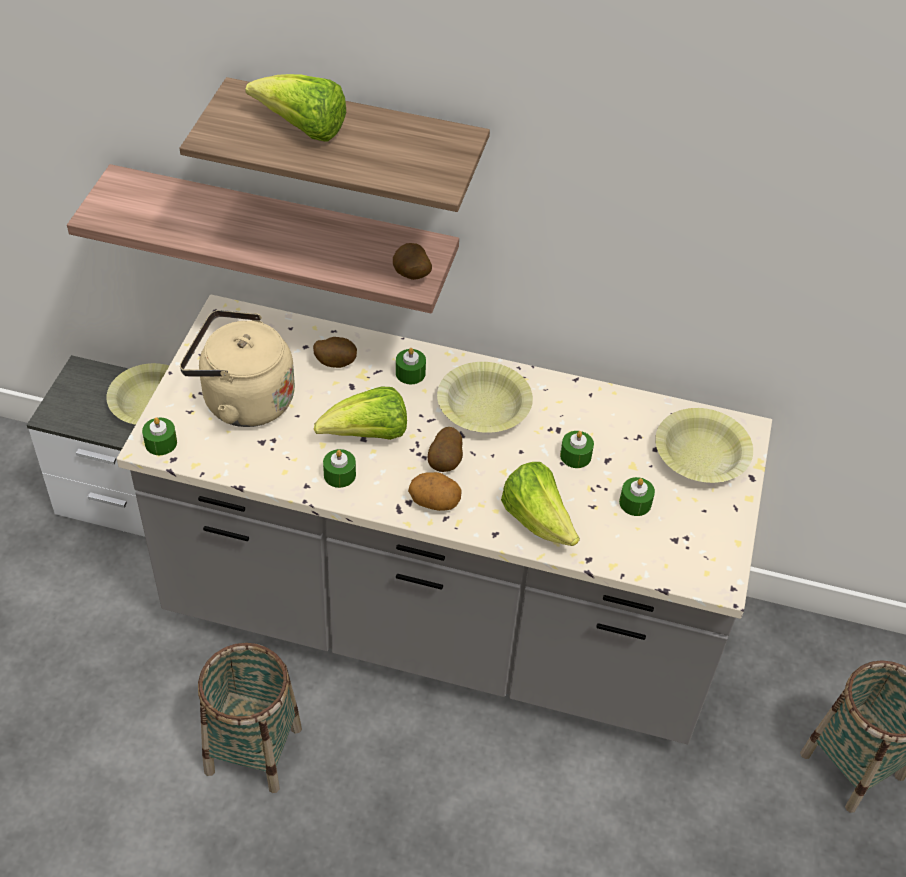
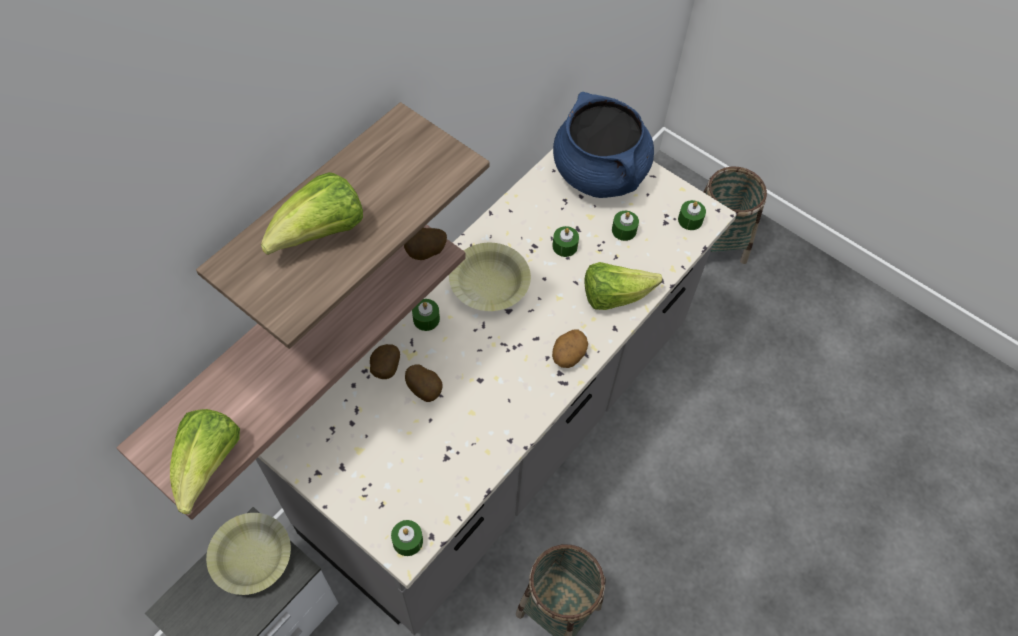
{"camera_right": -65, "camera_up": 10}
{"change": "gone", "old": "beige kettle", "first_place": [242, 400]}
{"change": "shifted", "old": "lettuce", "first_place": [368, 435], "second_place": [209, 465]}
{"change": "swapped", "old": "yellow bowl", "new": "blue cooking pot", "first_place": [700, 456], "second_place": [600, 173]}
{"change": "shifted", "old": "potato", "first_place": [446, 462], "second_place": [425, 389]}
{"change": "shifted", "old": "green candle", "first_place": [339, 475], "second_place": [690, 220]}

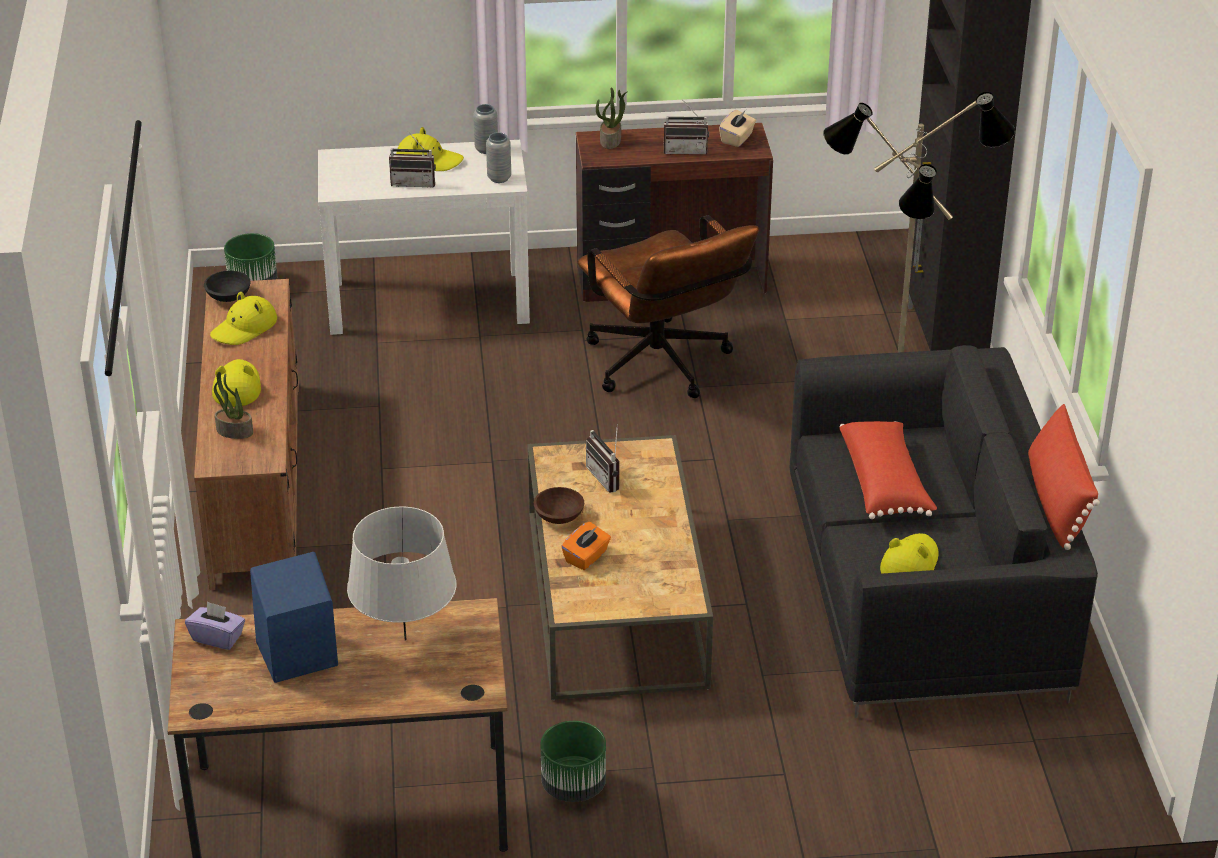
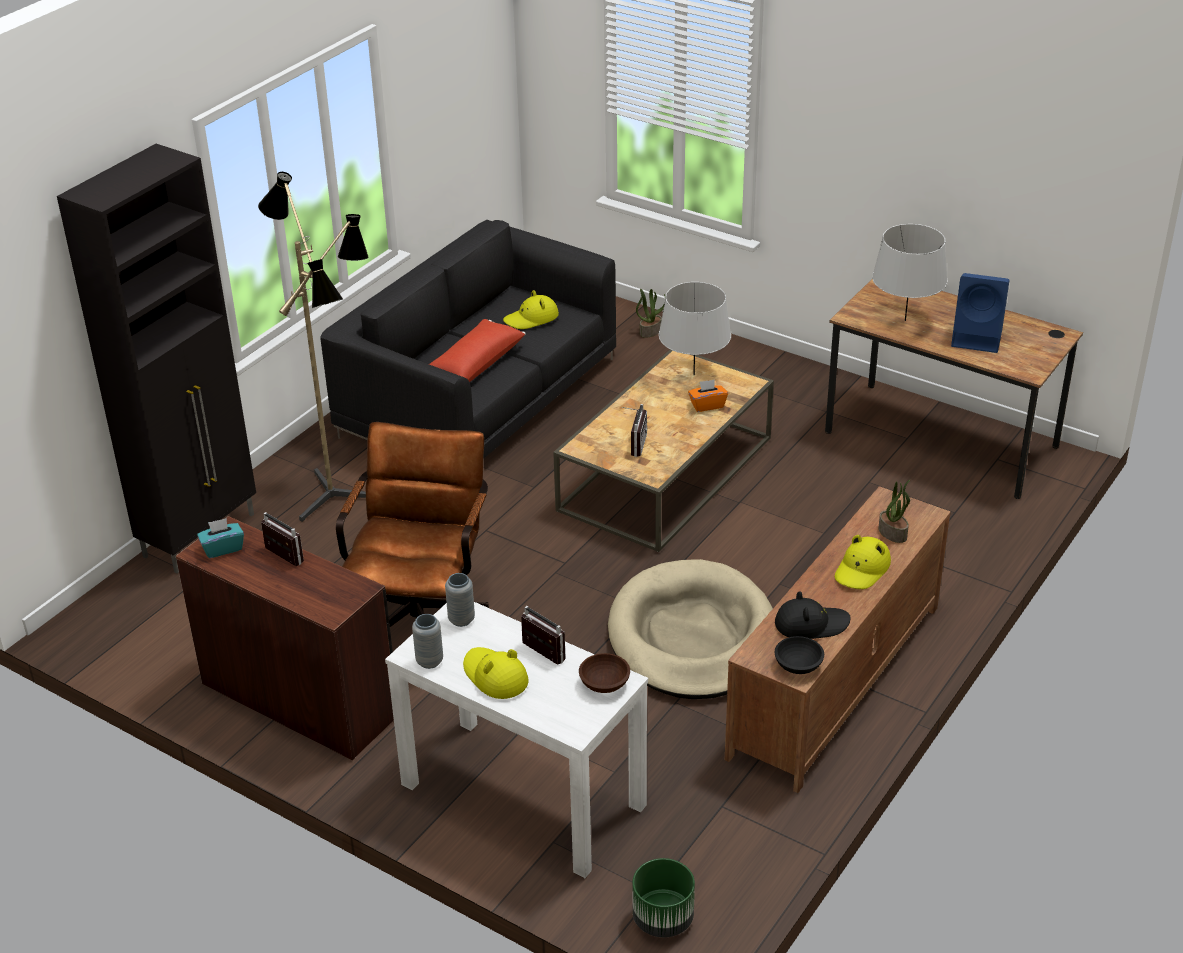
{"camera_right": -140, "camera_up": 0}
{"change": "shifted", "old": "potted plant", "first_place": [611, 141], "second_place": [650, 331]}
{"change": "repainted", "old": "beige tissue box", "new": "turquoise tissue box", "first_place": [737, 138], "second_place": [222, 548]}
{"change": "repainted", "old": "yellow hat", "new": "black hat", "first_place": [244, 328], "second_place": [811, 624]}
{"change": "gone", "old": "red pillow", "first_place": [1057, 501]}
{"change": "shifted", "old": "brown bowl", "first_place": [558, 517], "second_place": [605, 683]}
{"change": "gone", "old": "purple tissue box", "first_place": [217, 637]}
{"change": "gone", "old": "green planter", "first_place": [573, 785]}
{"change": "new", "new": "grey table lamp", "second_place": [693, 375]}
{"change": "new", "new": "beige dog bed", "second_place": [692, 637]}

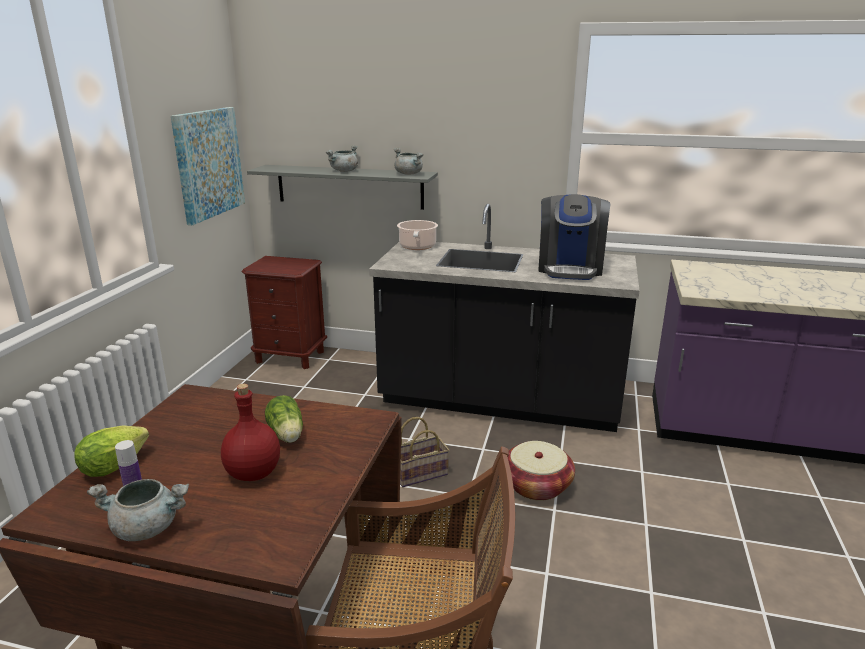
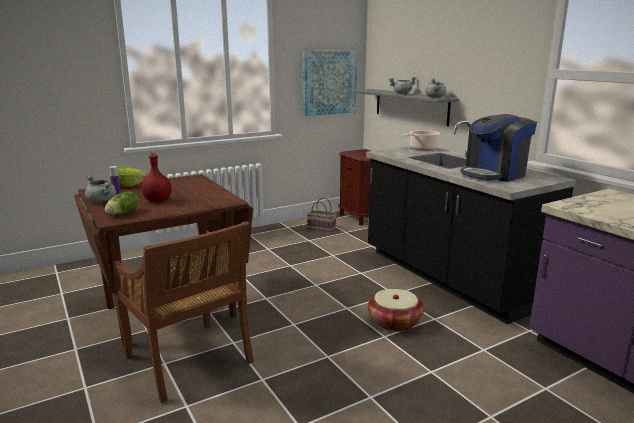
{"camera_right": 45, "camera_up": -5}
{"change": "shifted", "old": "lettuce", "first_place": [287, 435], "second_place": [121, 213]}
{"change": "shifted", "old": "basket", "first_place": [421, 473], "second_place": [322, 228]}

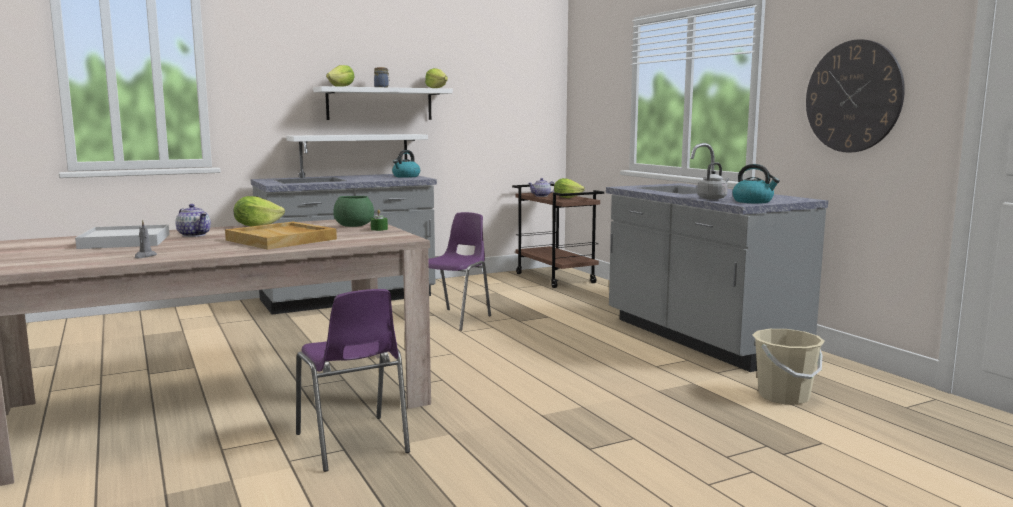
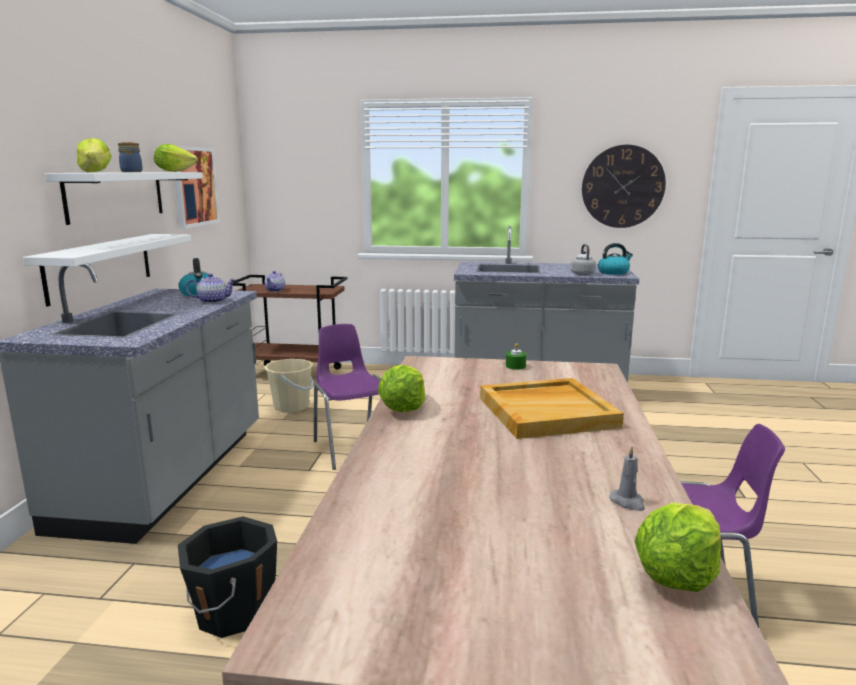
{"camera_right": -55, "camera_up": 5}
{"change": "shifted", "old": "lettuce", "first_place": [567, 197], "second_place": [677, 575]}
{"change": "gone", "old": "green bowl", "first_place": [353, 225]}
{"change": "shifted", "old": "teapot", "first_place": [194, 235], "second_place": [212, 301]}
{"change": "gone", "old": "white tray", "first_place": [125, 241]}
{"change": "shifted", "old": "beige bucket", "first_place": [784, 396], "second_place": [291, 407]}
{"change": "new", "new": "picture", "second_place": [194, 186]}
{"change": "new", "new": "black bucket", "second_place": [232, 611]}

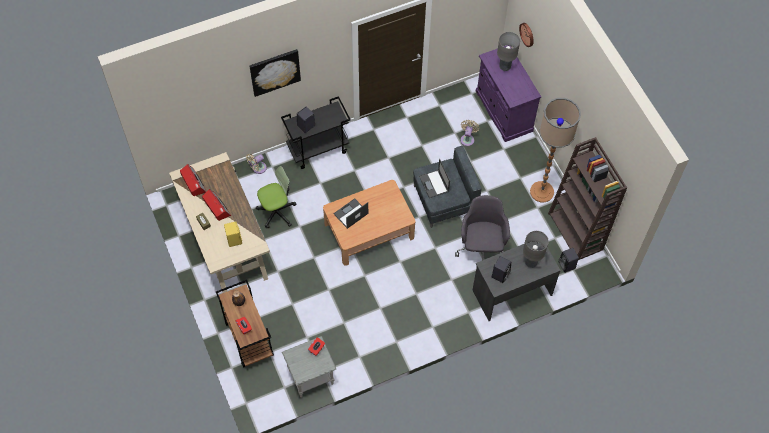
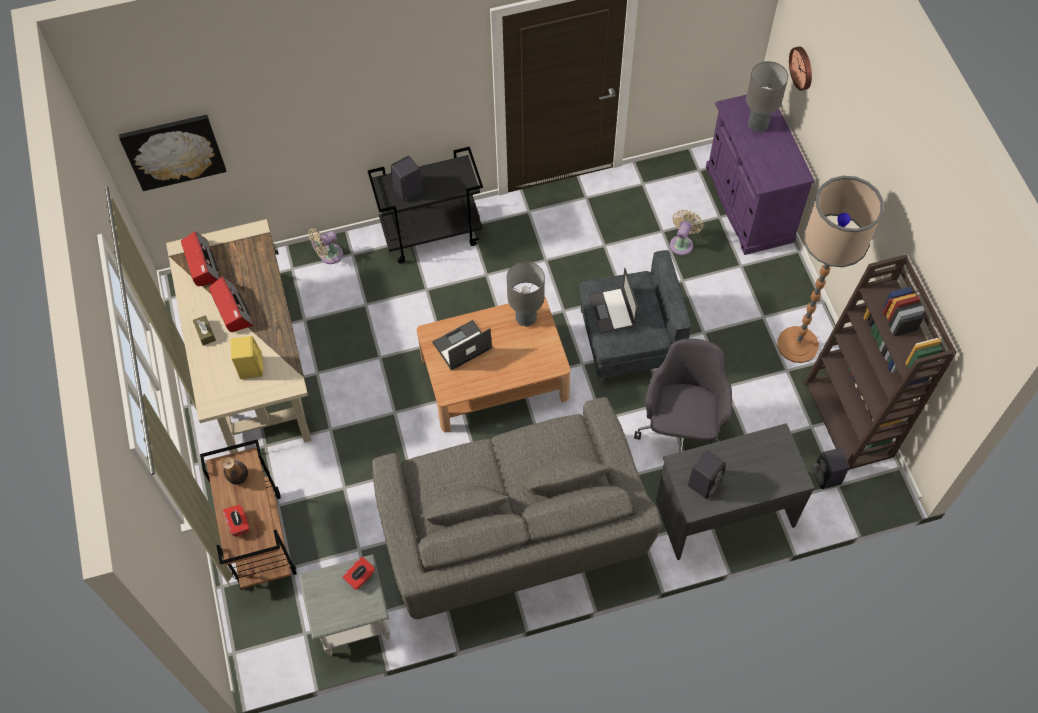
{"camera_right": 10, "camera_up": 0}
{"change": "shifted", "old": "picture", "first_place": [275, 71], "second_place": [173, 151]}
{"change": "gone", "old": "office chair", "first_place": [276, 212]}
{"change": "shifted", "old": "grey table lamp", "first_place": [531, 262], "second_place": [526, 317]}
{"change": "new", "new": "grey sofa", "second_place": [513, 530]}

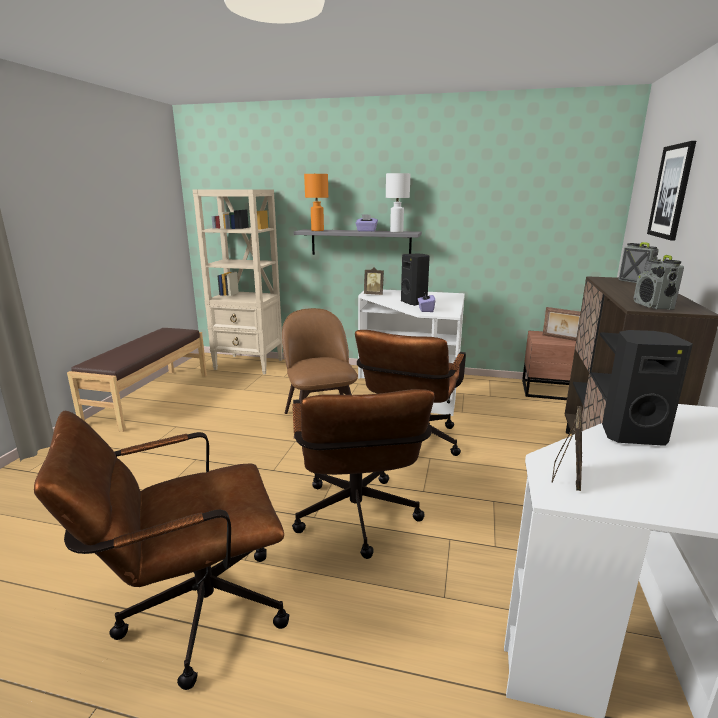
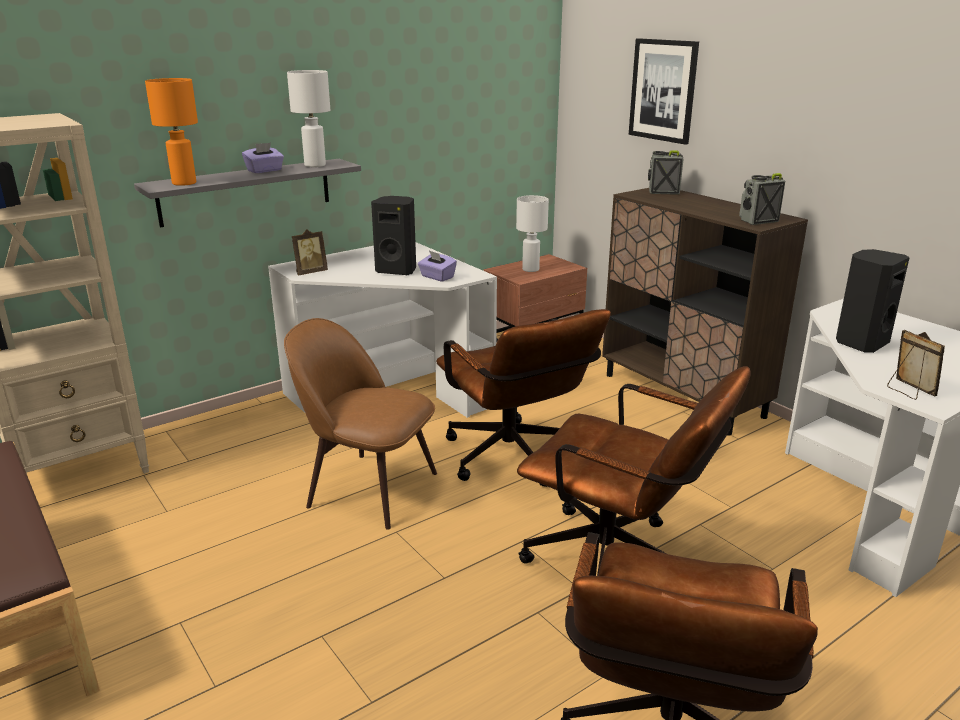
{"camera_right": -50, "camera_up": 5}
{"change": "rotated", "old": "radio", "first_place": [653, 306], "second_place": [757, 221], "degrees": 120}
{"change": "swapped", "old": "picture frame", "new": "white table lamp", "first_place": [561, 338], "second_place": [531, 269]}

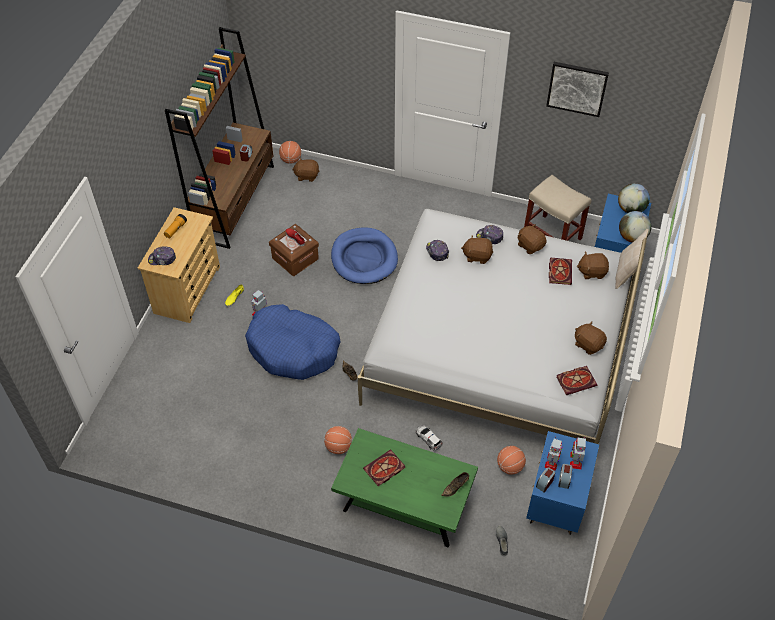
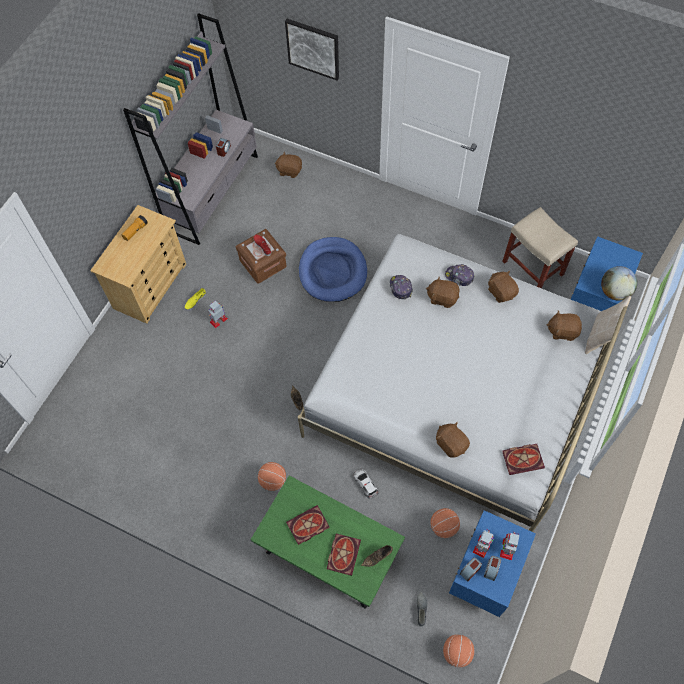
{"camera_right": 10, "camera_up": 10}
{"change": "repainted", "old": "brown bookcase", "new": "grey bookcase", "first_place": [235, 202], "second_place": [212, 192]}
{"change": "shifted", "old": "picture", "first_place": [577, 88], "second_place": [313, 48]}
{"change": "shifted", "old": "basketball", "first_place": [291, 160], "second_place": [457, 652]}
{"change": "gone", "old": "globe", "first_place": [631, 209]}
{"change": "gone", "old": "cap", "first_place": [162, 259]}
{"change": "shifted", "old": "book", "first_place": [559, 271], "second_place": [343, 553]}
{"change": "gone", "old": "blue dog bed", "first_place": [293, 349]}
{"change": "shifted", "old": "brown plush toy", "first_place": [588, 344], "second_place": [451, 444]}

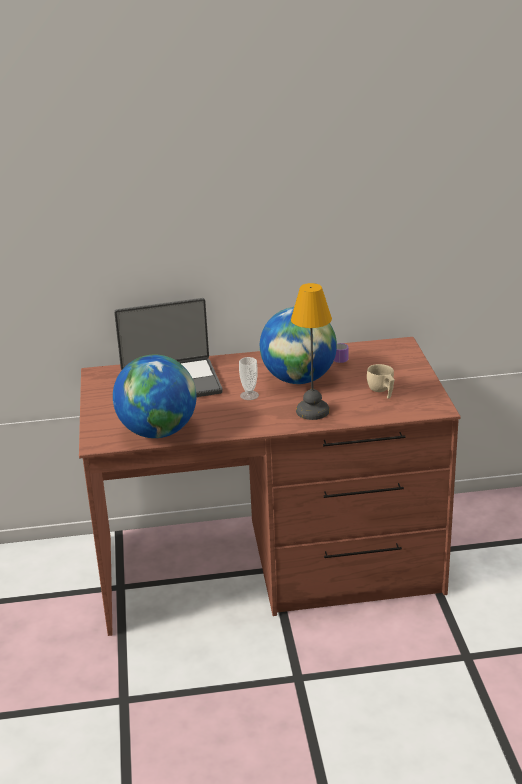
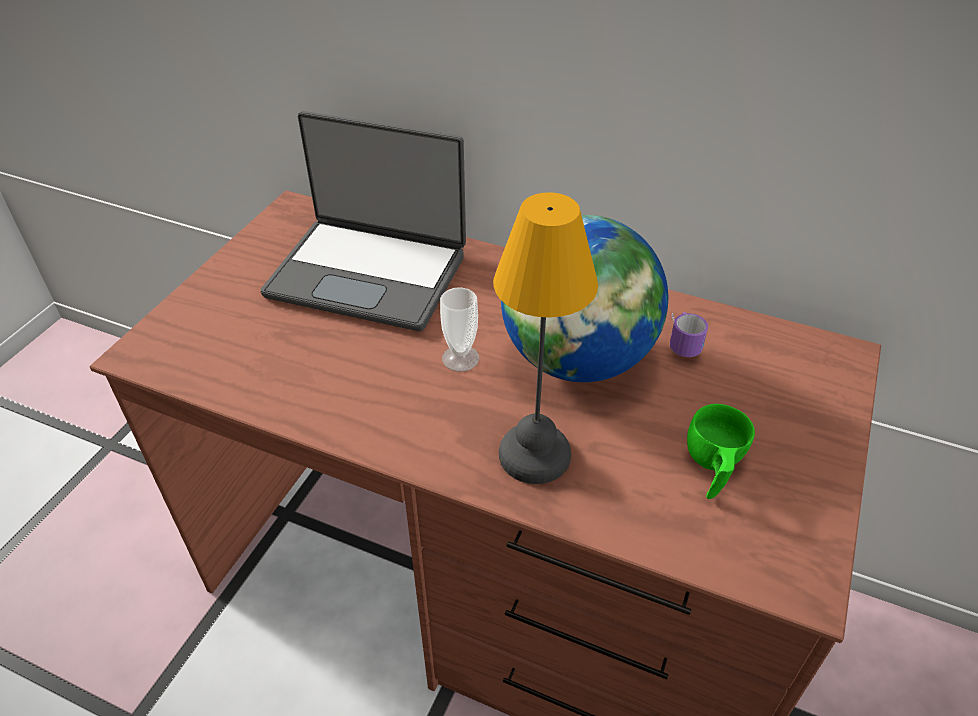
{"camera_right": 30, "camera_up": 15}
{"change": "gone", "old": "globe", "first_place": [158, 432]}
{"change": "repainted", "old": "beige cup", "new": "green cup", "first_place": [381, 391], "second_place": [711, 467]}

